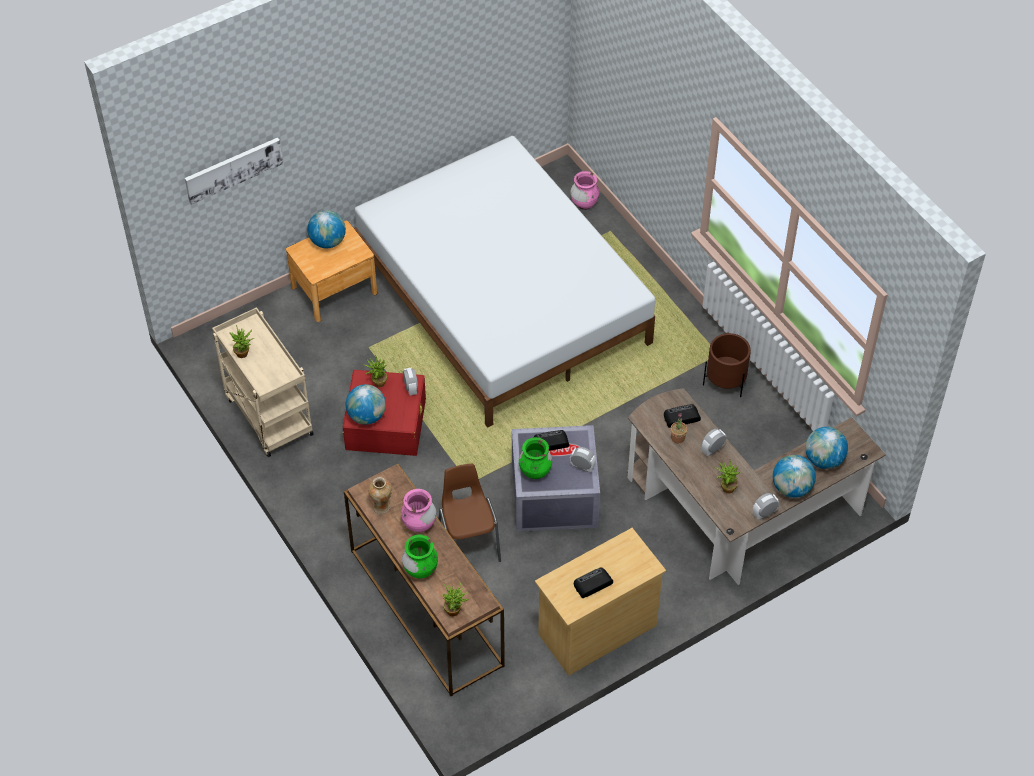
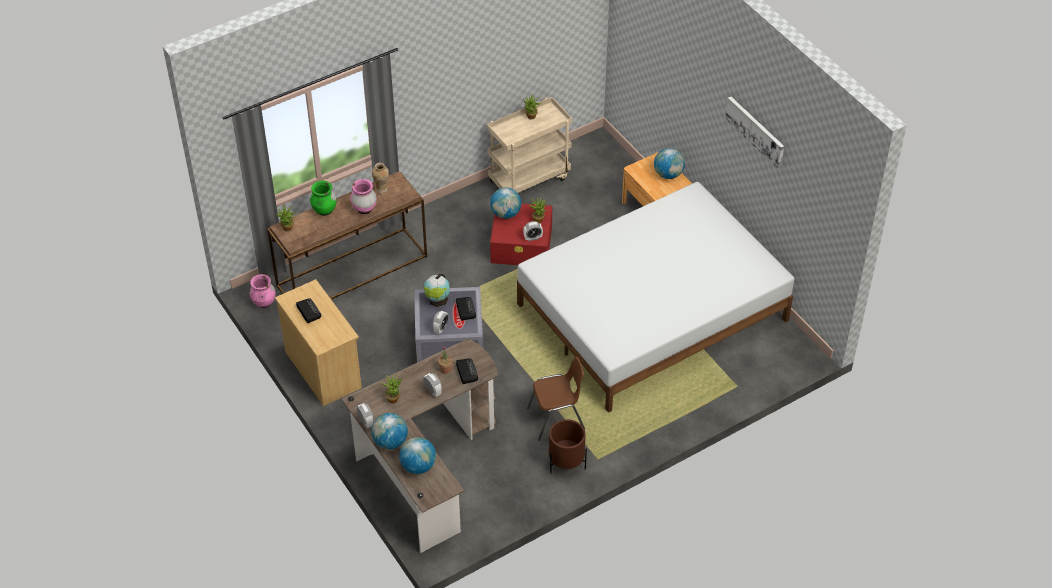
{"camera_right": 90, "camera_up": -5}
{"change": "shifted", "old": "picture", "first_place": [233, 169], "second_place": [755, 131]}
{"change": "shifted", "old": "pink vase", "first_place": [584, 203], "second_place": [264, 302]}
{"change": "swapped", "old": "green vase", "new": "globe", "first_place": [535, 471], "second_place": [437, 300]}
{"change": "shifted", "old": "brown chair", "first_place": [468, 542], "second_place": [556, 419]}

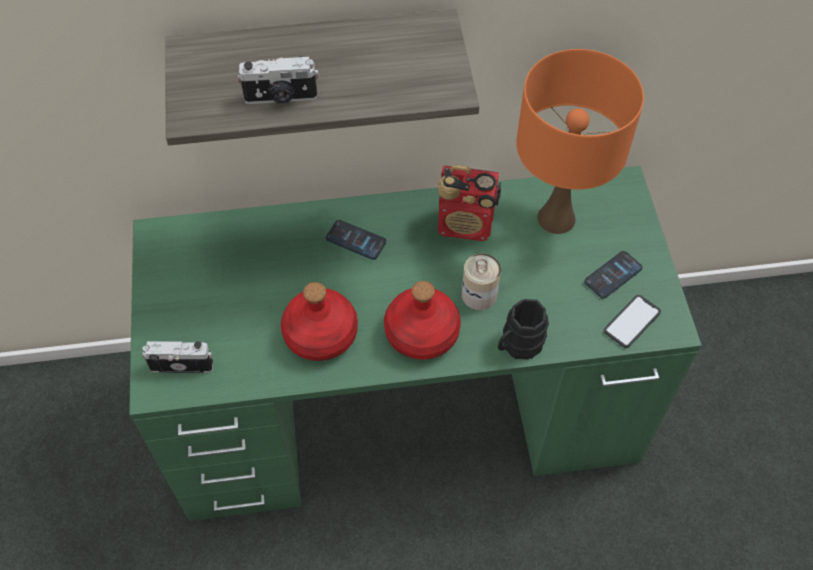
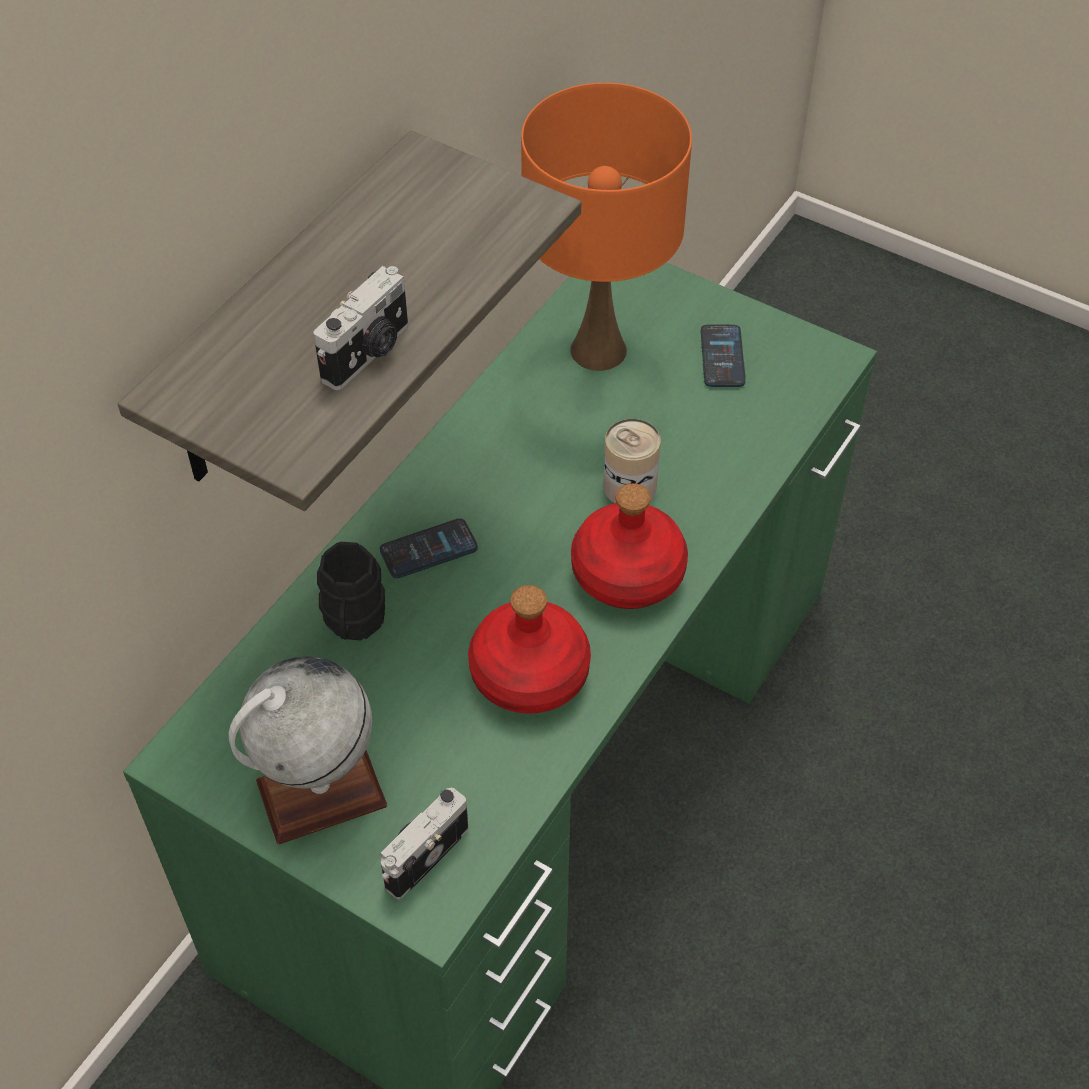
{"camera_right": -50, "camera_up": -5}
{"change": "gone", "old": "radio", "first_place": [466, 225]}
{"change": "gone", "old": "phone", "first_place": [632, 322]}
{"change": "shifted", "old": "black mug", "first_place": [518, 345], "second_place": [353, 622]}
{"change": "new", "new": "globe", "second_place": [321, 794]}

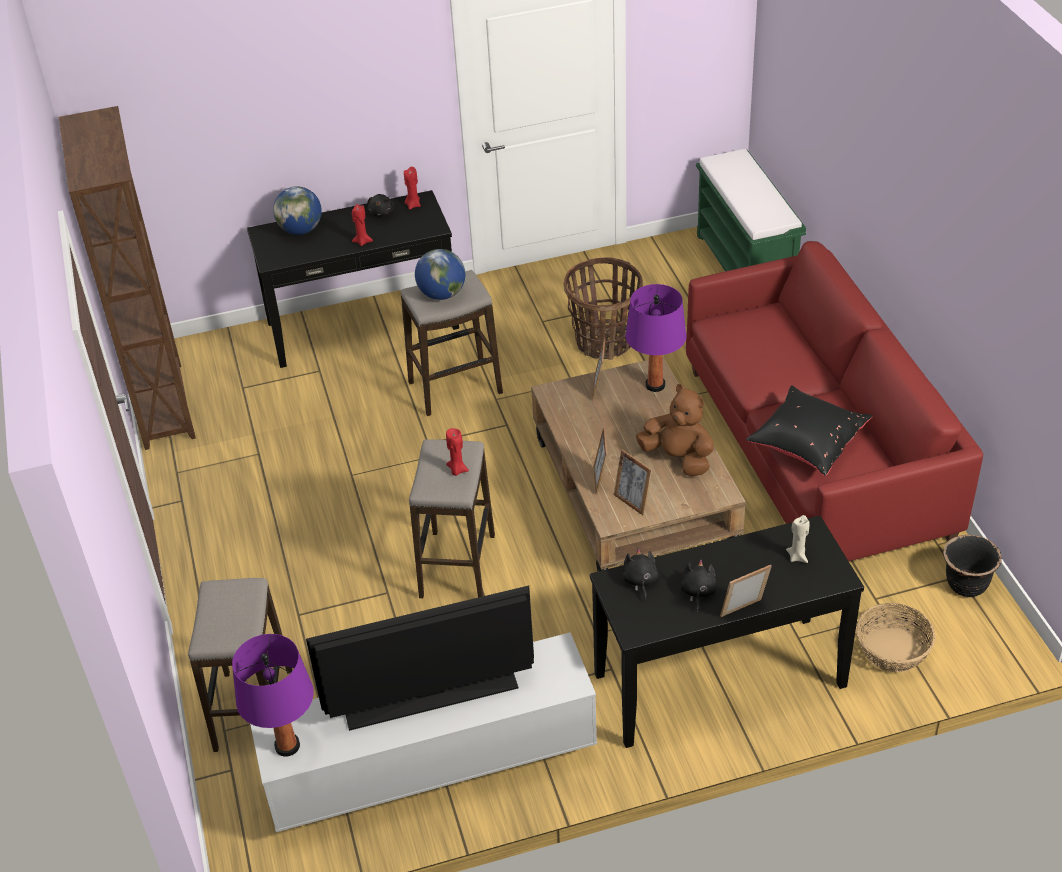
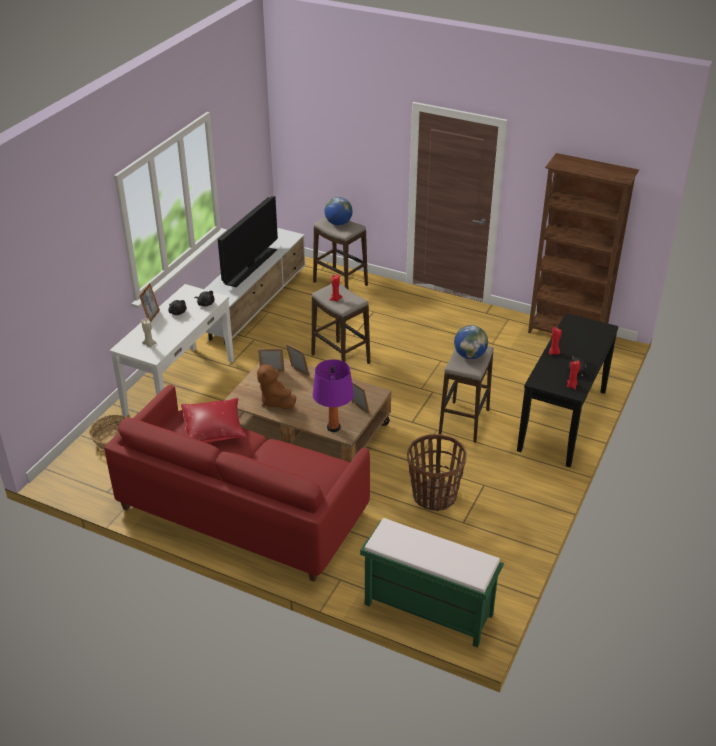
{"camera_right": 130, "camera_up": -5}
{"change": "shifted", "old": "globe", "first_place": [300, 230], "second_place": [338, 223]}
{"change": "rotated", "old": "brown plush toy", "first_place": [678, 458], "second_place": [275, 401], "degrees": 75}
{"change": "repainted", "old": "black pillow", "new": "red pillow", "first_place": [807, 443], "second_place": [214, 431]}
{"change": "repainted", "old": "black console table", "new": "white console table", "first_place": [720, 681], "second_place": [179, 387]}
{"change": "gone", "old": "black planter", "first_place": [966, 585]}
{"change": "gone", "old": "purple table lamp", "first_place": [287, 746]}

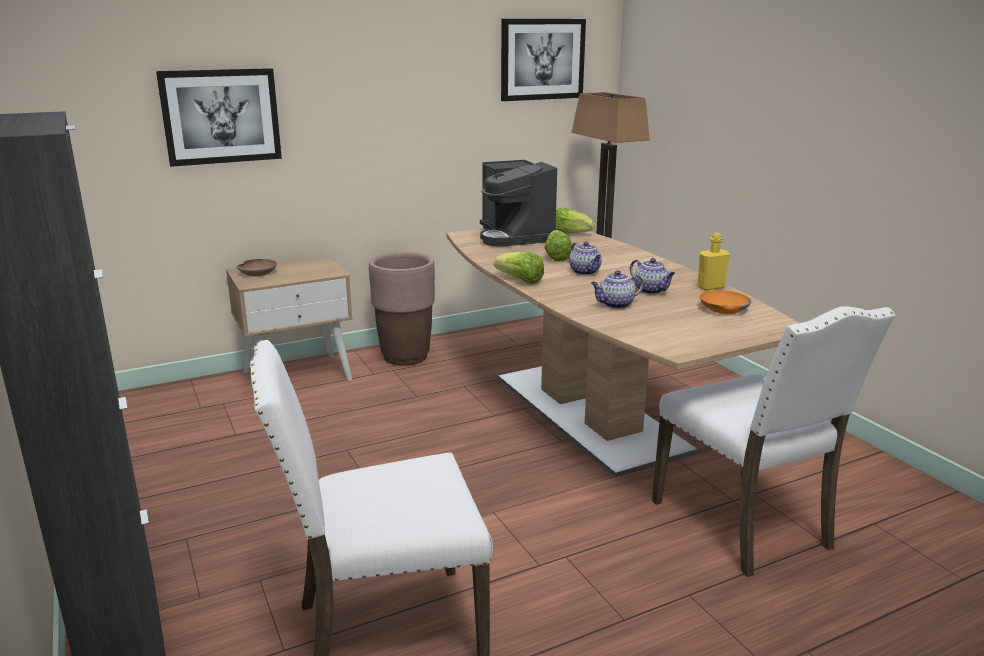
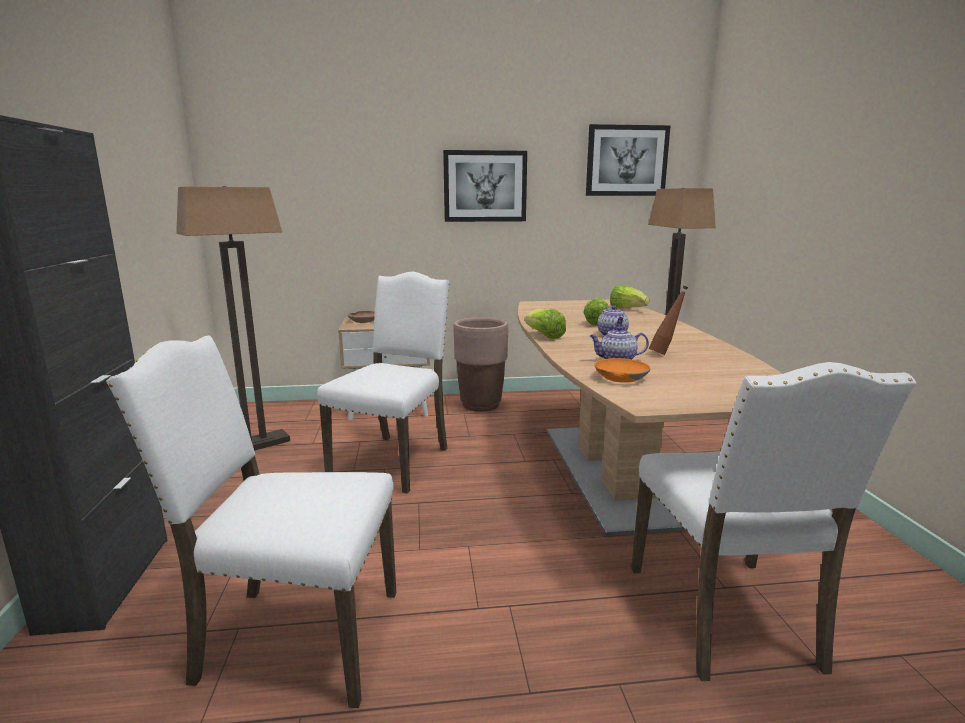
{"camera_right": 20, "camera_up": -5}
{"change": "shifted", "old": "picture", "first_place": [221, 116], "second_place": [485, 186]}
{"change": "gone", "old": "coffee machine", "first_place": [515, 236]}
{"change": "gone", "old": "yellow bottle", "first_place": [711, 287]}
{"change": "swapped", "old": "teapot", "new": "brown bottle", "first_place": [651, 290], "second_place": [665, 354]}
{"change": "shifted", "old": "orange bowl", "first_place": [722, 309], "second_place": [620, 377]}
{"change": "new", "new": "floor lamp", "second_place": [256, 444]}
{"change": "new", "new": "white chair", "second_place": [394, 460]}

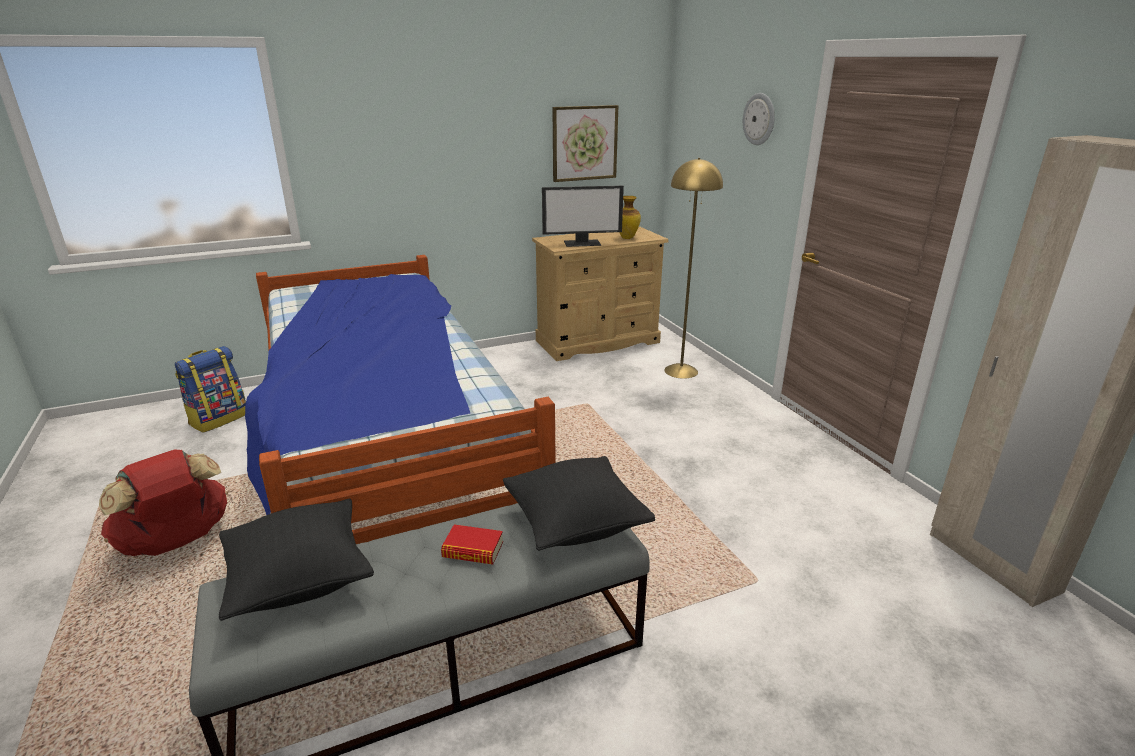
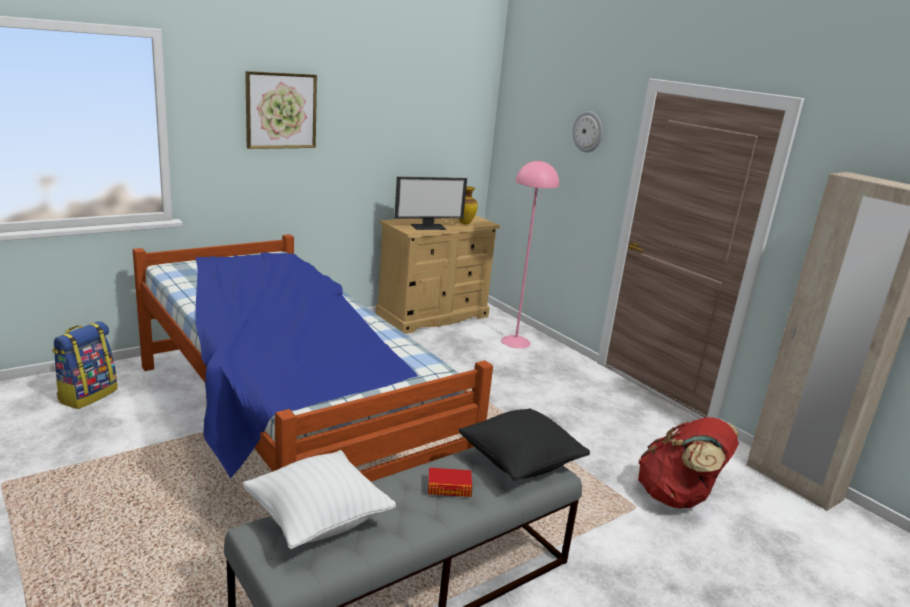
{"camera_right": -15, "camera_up": -5}
{"change": "shifted", "old": "picture", "first_place": [584, 143], "second_place": [281, 110]}
{"change": "repainted", "old": "yellow floor lamp", "new": "pink floor lamp", "first_place": [681, 371], "second_place": [515, 341]}
{"change": "shifted", "old": "red backpack", "first_place": [177, 542], "second_place": [677, 497]}
{"change": "repainted", "old": "black pillow", "new": "white pillow", "first_place": [300, 581], "second_place": [318, 520]}

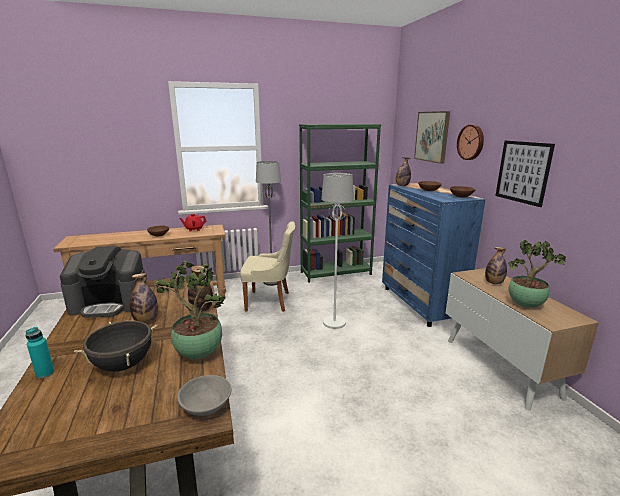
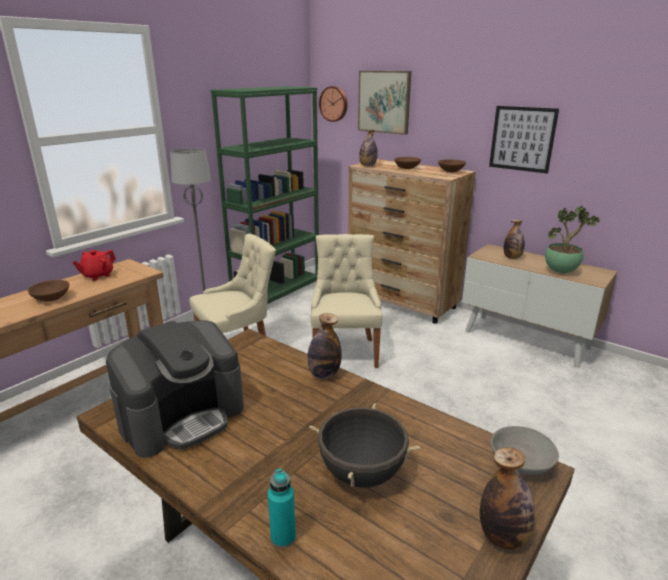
{"camera_right": -35, "camera_up": 5}
{"change": "shifted", "old": "wall clock", "first_place": [471, 142], "second_place": [334, 104]}
{"change": "swapped", "old": "white floor lamp", "new": "beige chair", "first_place": [334, 323], "second_place": [345, 351]}
{"change": "repainted", "old": "blue dresser", "new": "brown dresser", "first_place": [420, 304], "second_place": [402, 302]}
{"change": "gone", "old": "potted plant", "first_place": [198, 354]}
{"change": "shifted", "old": "bottle", "first_place": [146, 321], "second_place": [503, 536]}

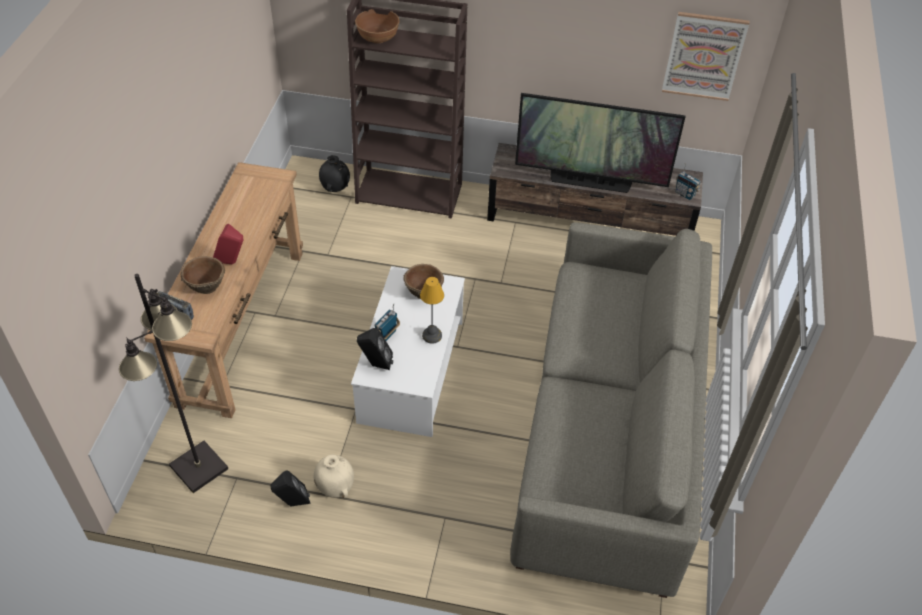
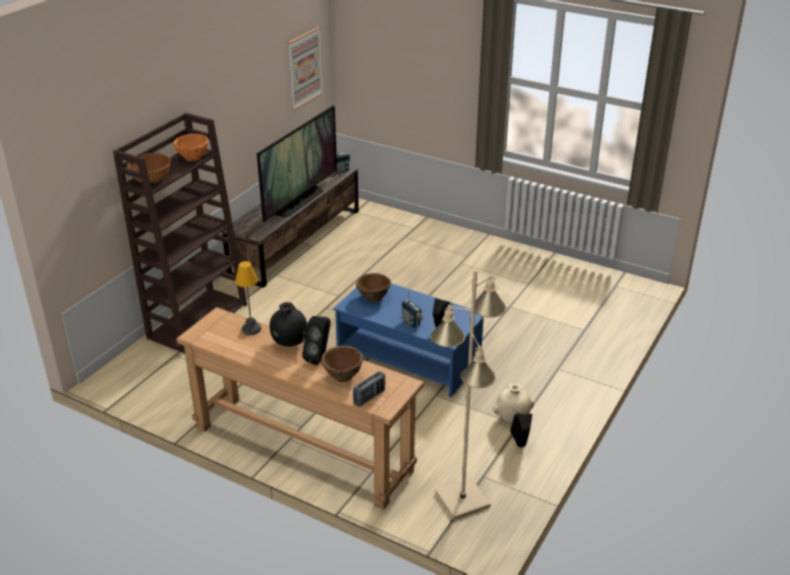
{"camera_right": -70, "camera_up": -15}
{"change": "shifted", "old": "black vase", "first_place": [335, 188], "second_place": [289, 344]}
{"change": "gone", "old": "grey sofa", "first_place": [607, 435]}
{"change": "repainted", "old": "red speaker", "new": "black speaker", "first_place": [231, 263], "second_place": [319, 357]}
{"change": "repainted", "old": "white coffee table", "new": "blue coffee table", "first_place": [411, 371], "second_place": [409, 358]}
{"change": "repainted", "old": "black floor lamp", "new": "beige floor lamp", "first_place": [198, 468], "second_place": [463, 500]}
{"change": "shifted", "old": "table lamp", "first_place": [432, 335], "second_place": [251, 328]}
{"change": "new", "new": "orange bowl", "second_place": [192, 158]}

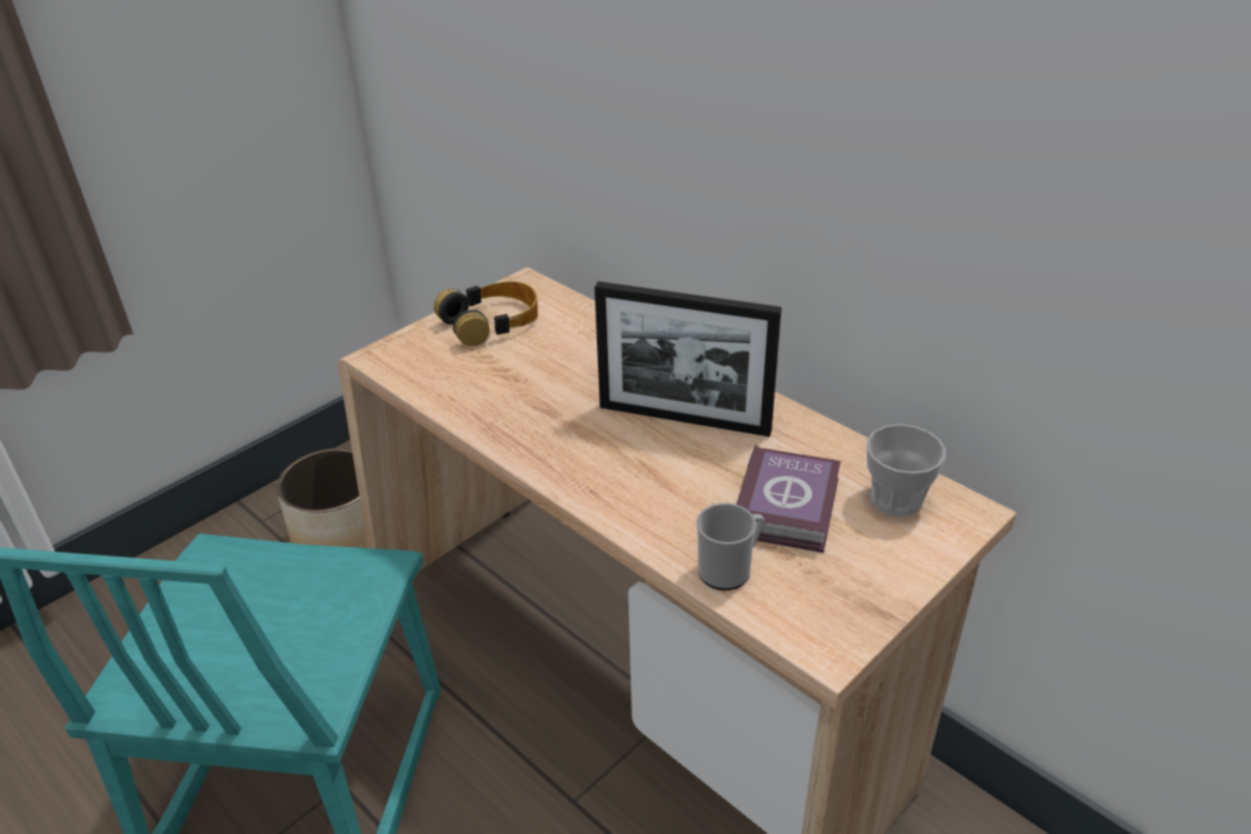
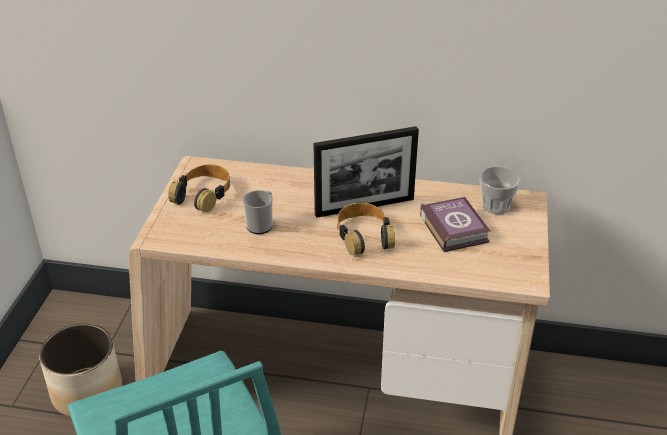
{"camera_right": -35, "camera_up": 0}
{"change": "shifted", "old": "mug", "first_place": [729, 569], "second_place": [261, 224]}
{"change": "new", "new": "headphones", "second_place": [364, 235]}

